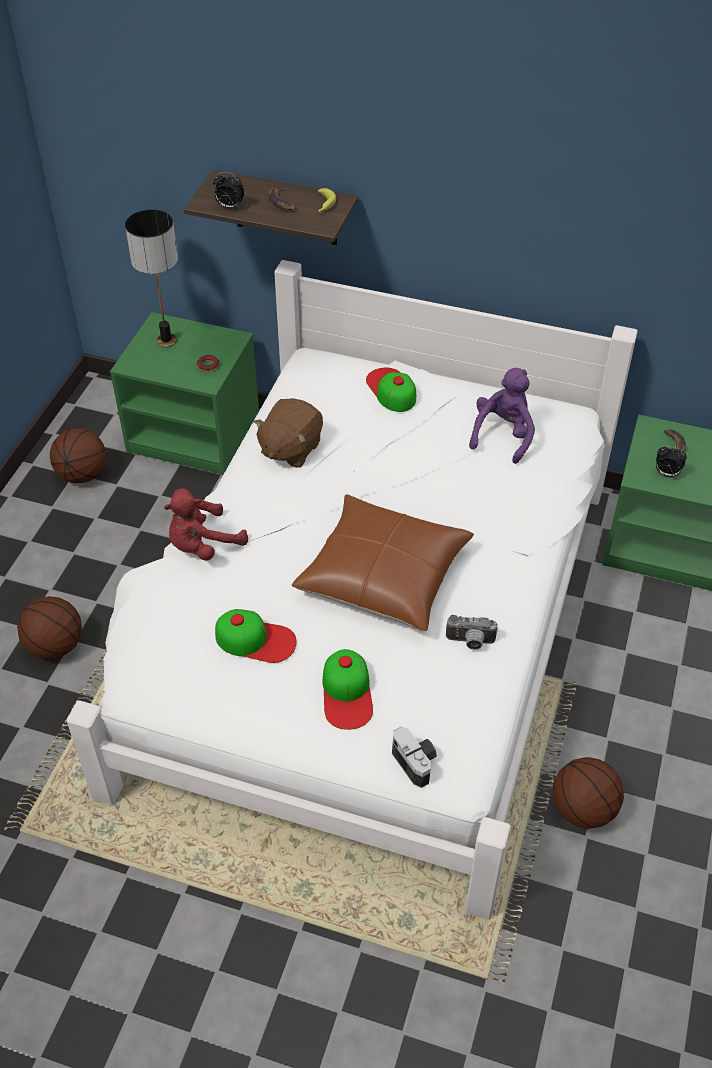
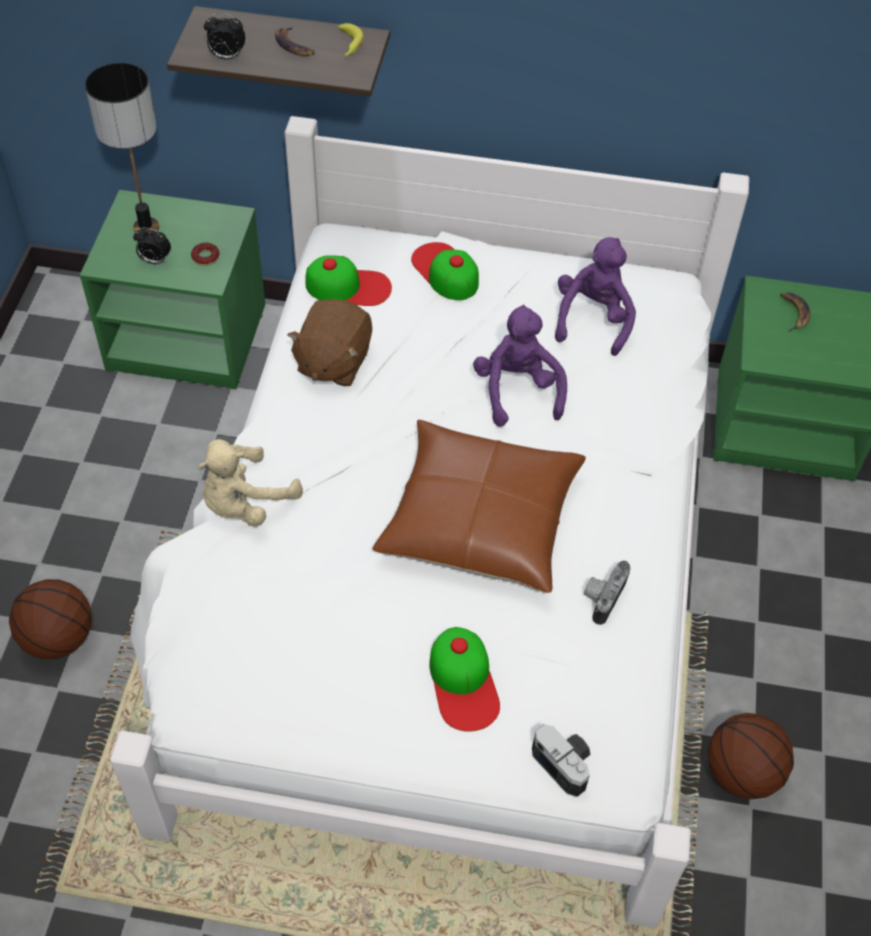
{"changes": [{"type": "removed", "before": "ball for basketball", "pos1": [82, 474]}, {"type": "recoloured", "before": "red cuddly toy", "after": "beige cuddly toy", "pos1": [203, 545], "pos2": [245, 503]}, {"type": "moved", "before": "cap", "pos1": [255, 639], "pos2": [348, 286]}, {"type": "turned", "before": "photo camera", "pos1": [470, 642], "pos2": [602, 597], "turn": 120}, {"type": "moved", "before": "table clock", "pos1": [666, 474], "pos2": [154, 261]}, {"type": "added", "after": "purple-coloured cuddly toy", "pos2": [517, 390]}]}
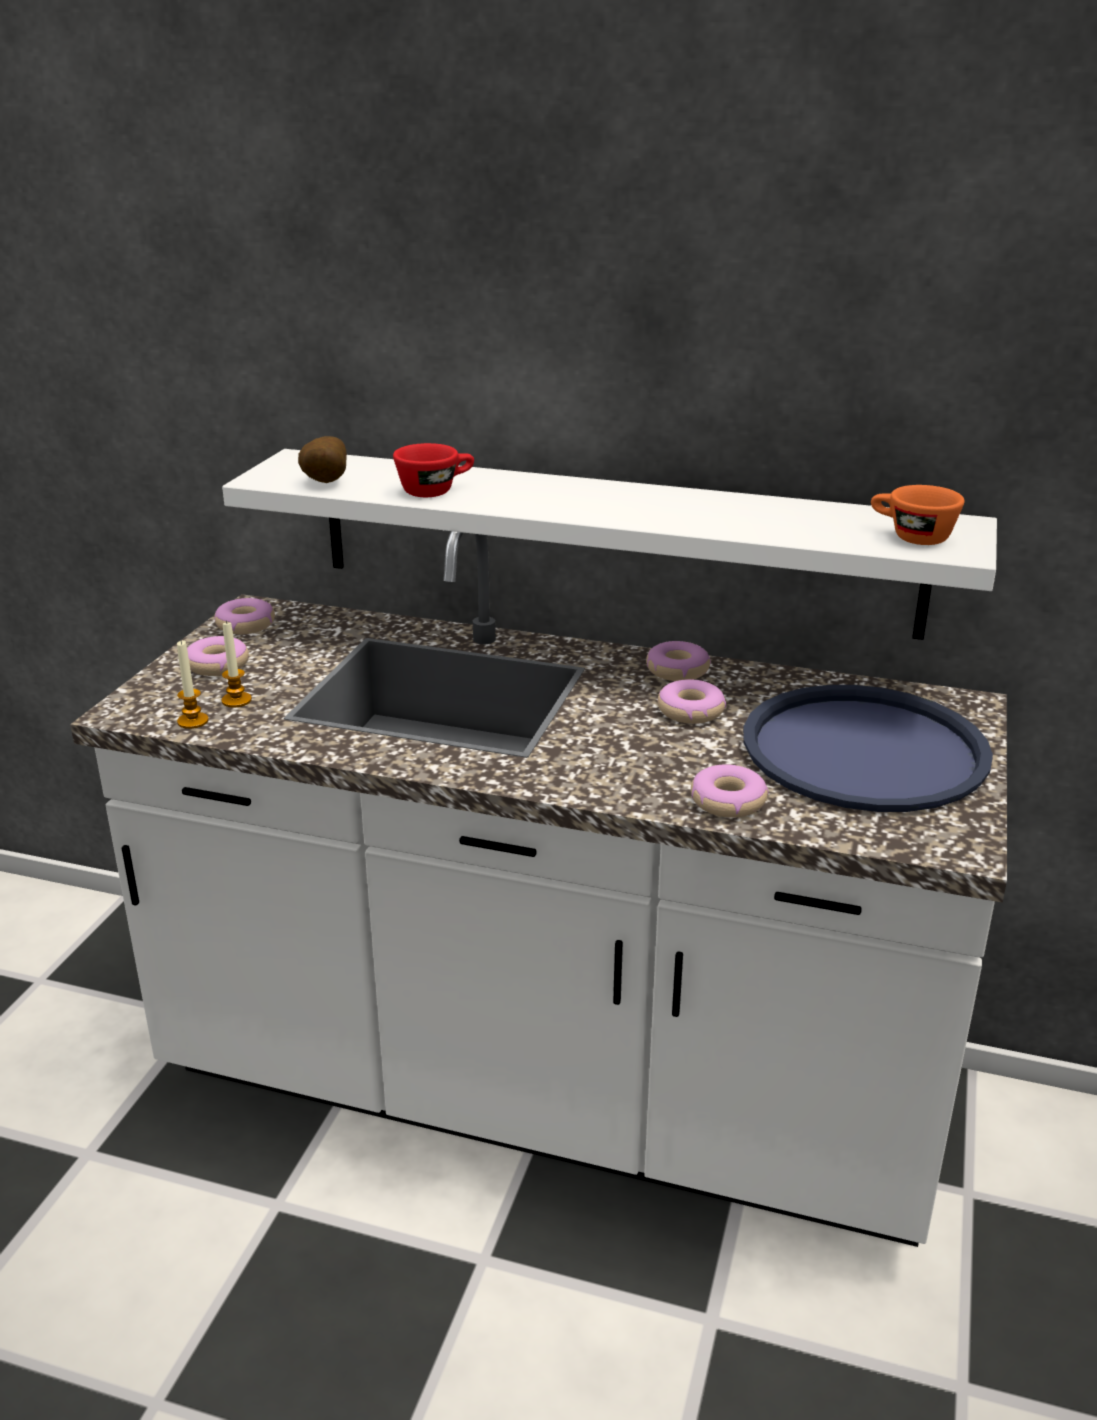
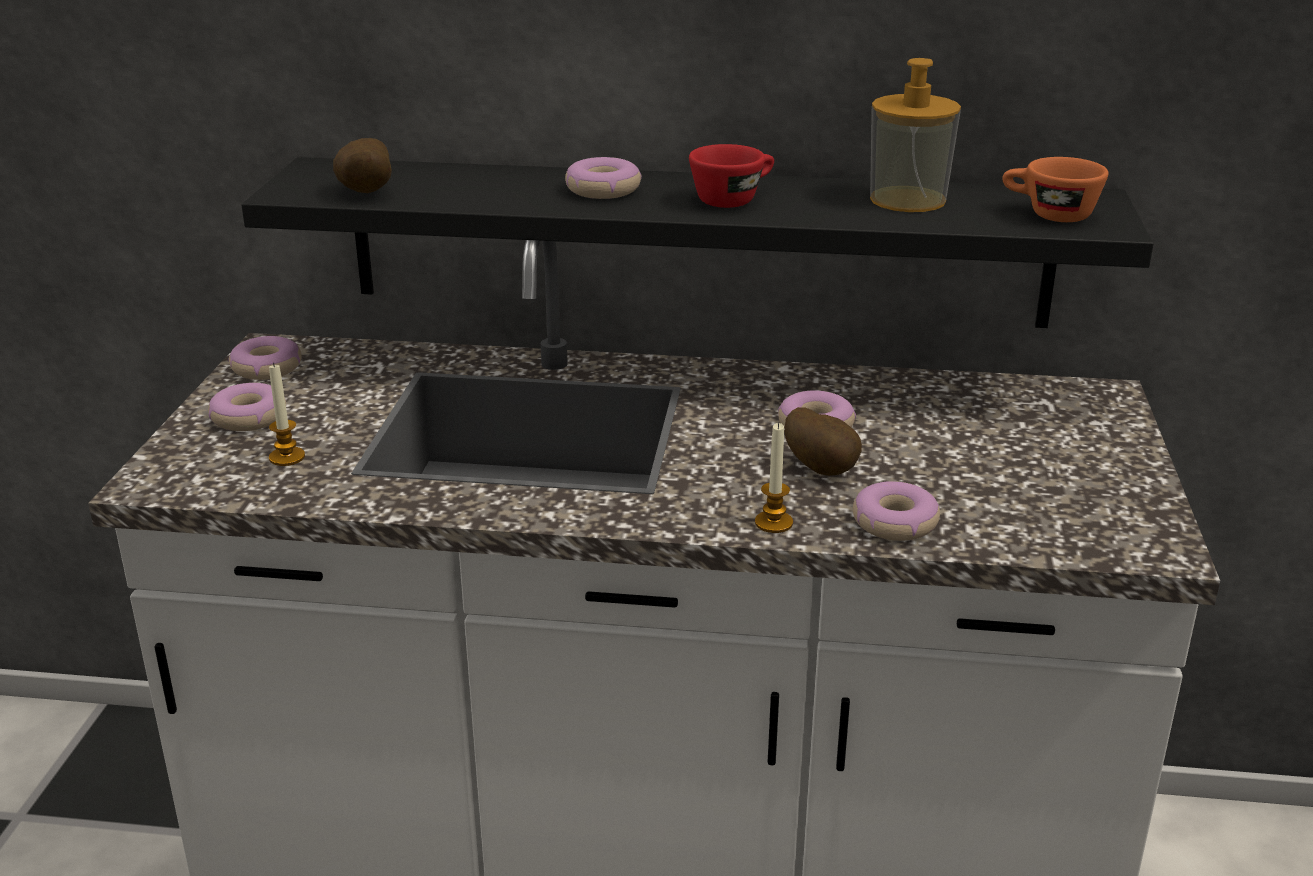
{"changes": [{"type": "moved", "before": "wax candle", "pos1": [193, 721], "pos2": [773, 523]}, {"type": "recoloured", "before": "white-coloured bracket shelf", "after": "black bracket shelf", "pos1": [612, 541], "pos2": [696, 242]}, {"type": "moved", "before": "red small cup", "pos1": [435, 490], "pos2": [733, 199]}, {"type": "moved", "before": "donut", "pos1": [677, 670], "pos2": [602, 190]}, {"type": "removed", "before": "blue-coloured serving tray", "pos1": [864, 750]}, {"type": "added", "after": "whole potato", "pos2": [823, 469]}, {"type": "added", "after": "soap dispenser", "pos2": [907, 199]}]}
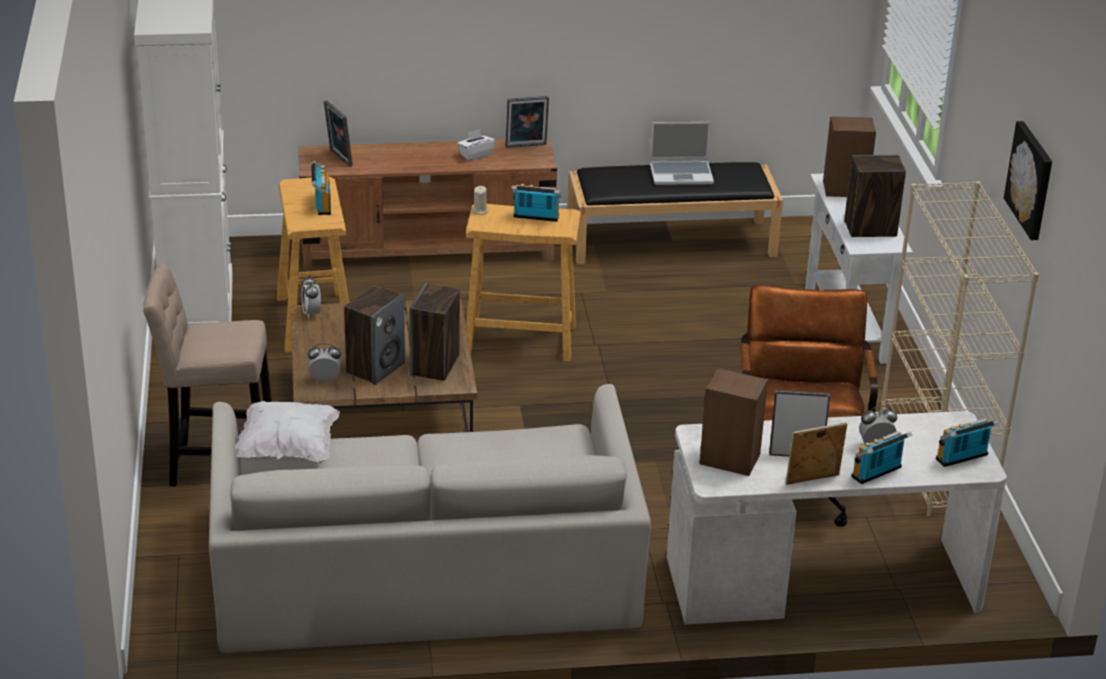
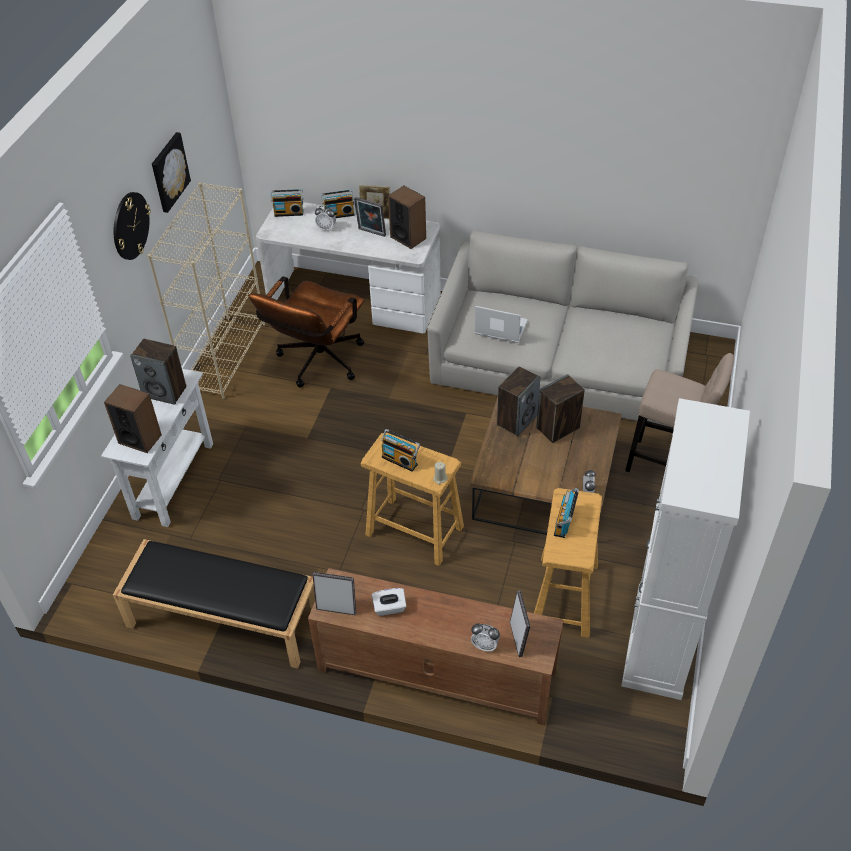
{"changes": [{"type": "removed", "before": "white-coloured cushion", "pos1": [288, 451]}, {"type": "moved", "before": "table clock", "pos1": [325, 380], "pos2": [485, 645]}, {"type": "moved", "before": "laptop", "pos1": [681, 174], "pos2": [500, 328]}, {"type": "added", "after": "clock on the wall", "pos2": [130, 226]}]}
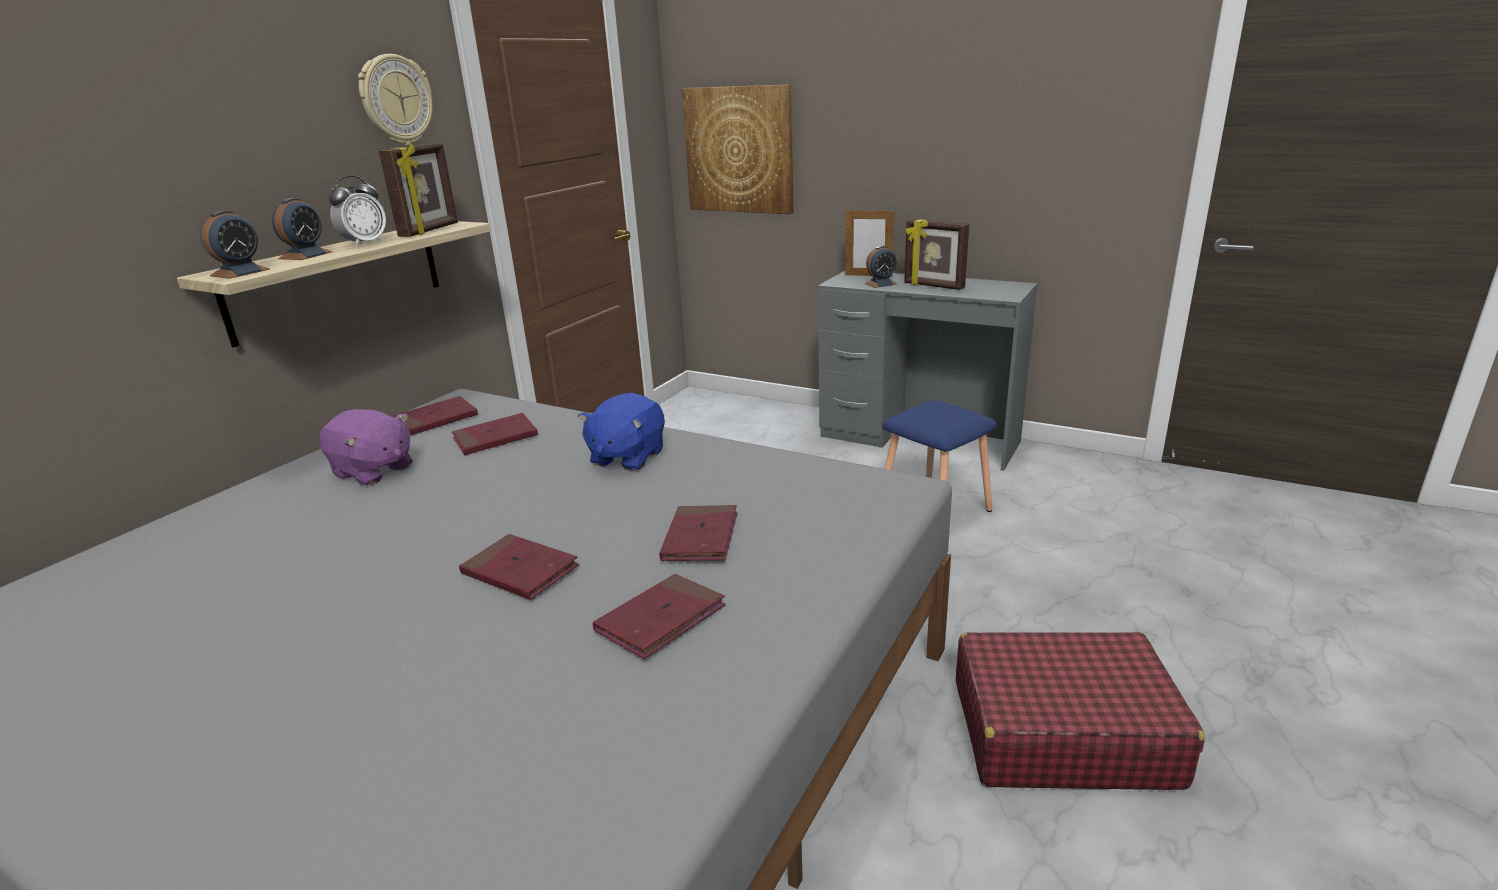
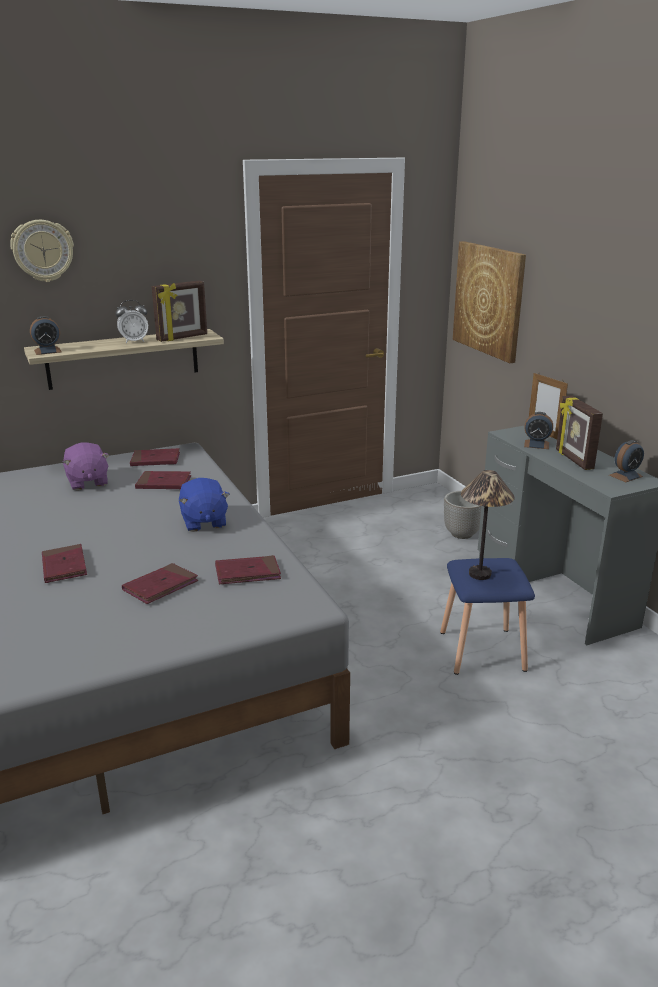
{"changes": [{"type": "moved", "before": "table clock", "pos1": [305, 255], "pos2": [625, 476]}, {"type": "moved", "before": "clock on the wall", "pos1": [396, 100], "pos2": [43, 251]}, {"type": "turned", "before": "blue-coloured cuddly toy", "pos1": [626, 457], "pos2": [203, 522], "turn": -75}, {"type": "moved", "before": "red book", "pos1": [661, 620], "pos2": [247, 573]}, {"type": "removed", "before": "red suitcase", "pos1": [1061, 732]}, {"type": "added", "after": "planter", "pos2": [462, 534]}, {"type": "added", "after": "lamp for a table", "pos2": [480, 574]}]}
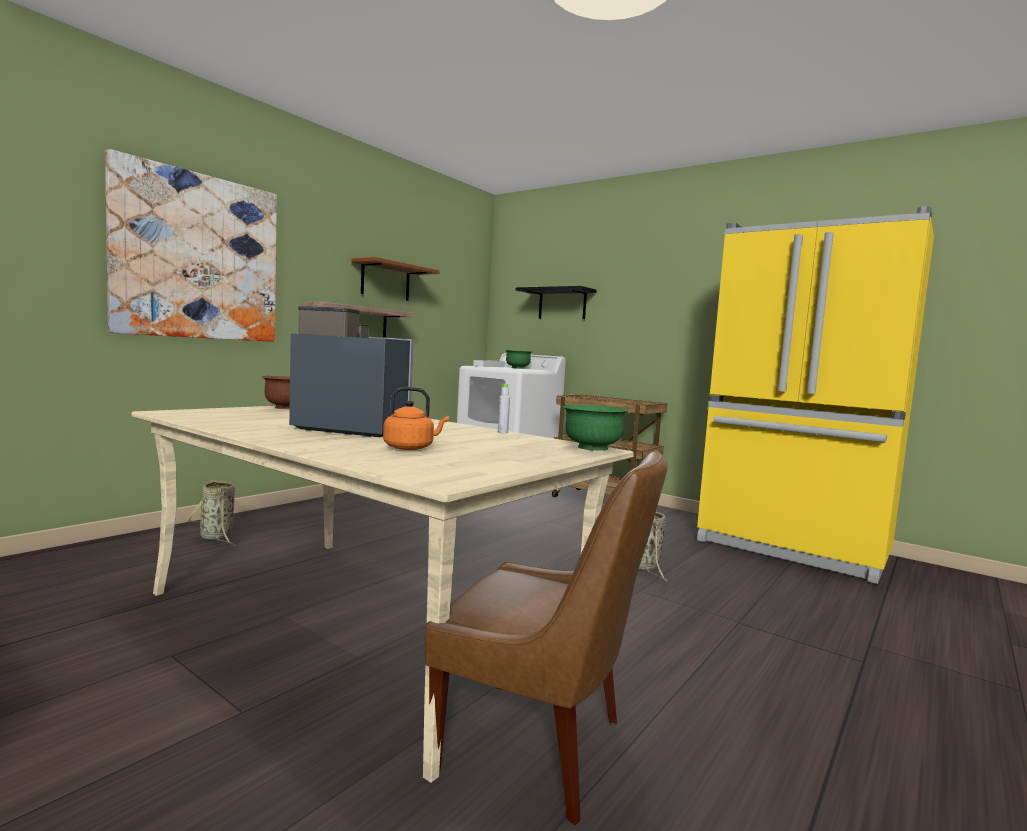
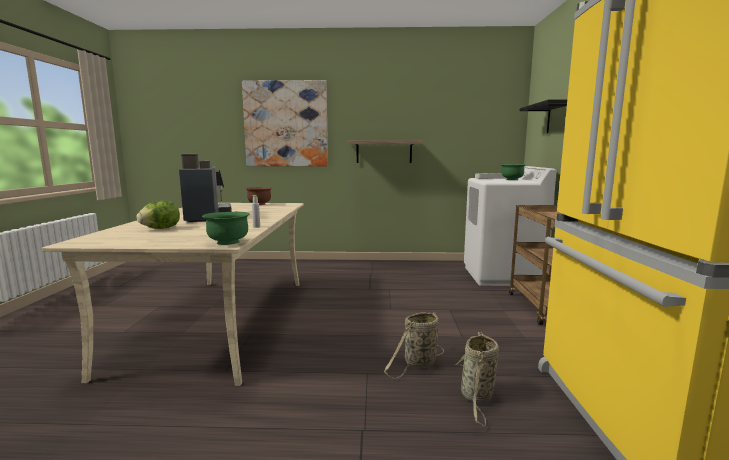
{"changes": [{"type": "moved", "before": "household basket", "pos1": [217, 537], "pos2": [477, 396]}, {"type": "removed", "before": "brown bracket shelf", "pos1": [385, 281]}, {"type": "replaced", "before": "orangey water kettle", "after": "head of lettuce", "pos1": [411, 448], "pos2": [161, 228]}, {"type": "removed", "before": "brown plain chair", "pos1": [538, 747]}]}
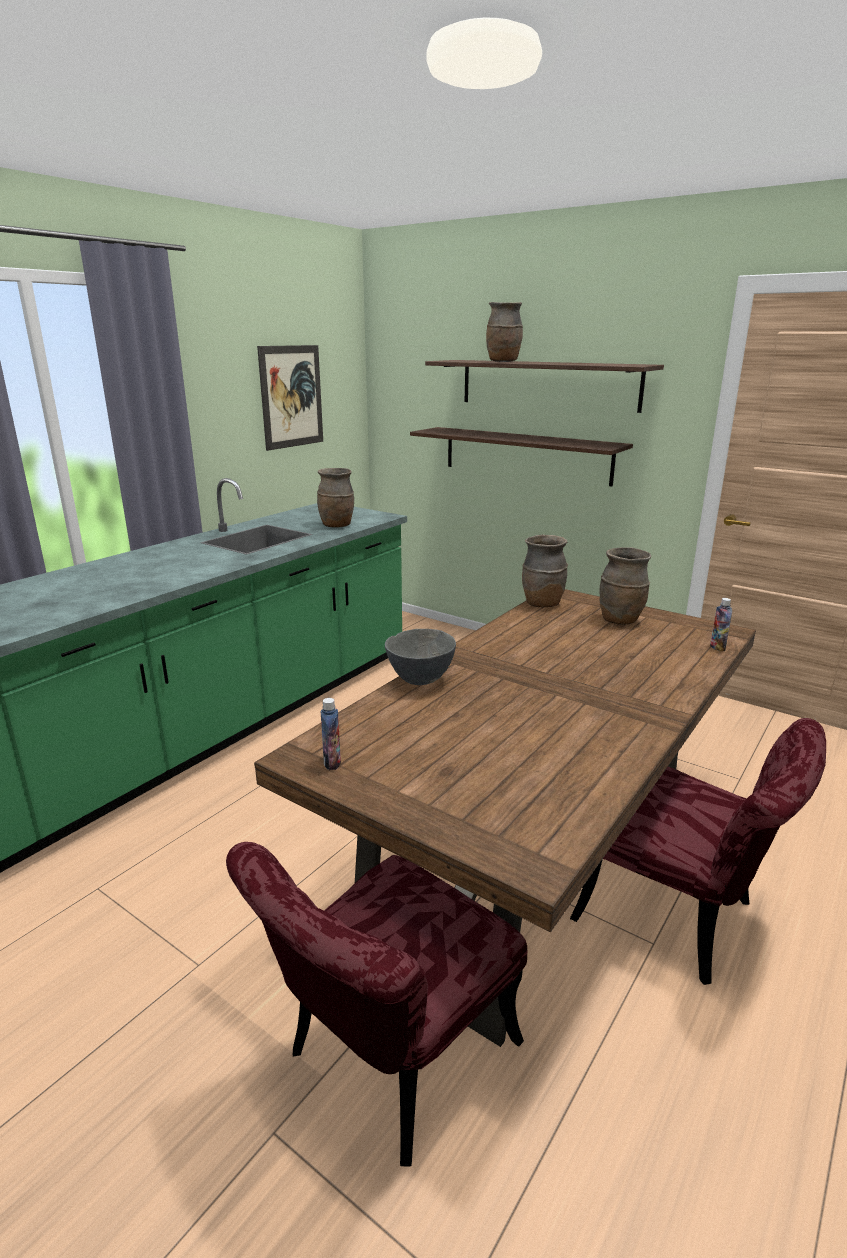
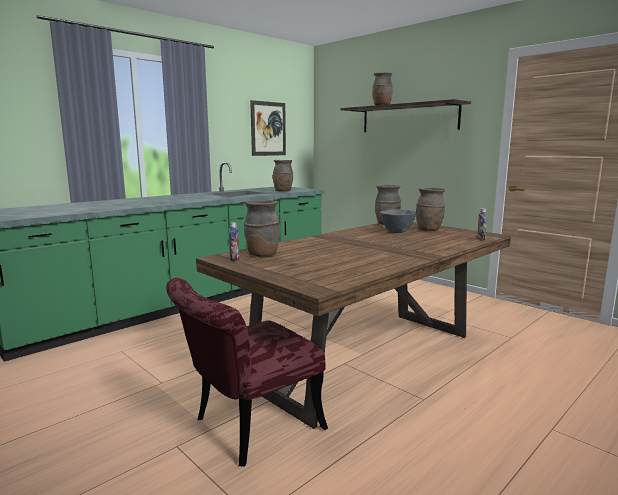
{"changes": [{"type": "moved", "before": "grey serving bowl", "pos1": [420, 680], "pos2": [396, 232]}, {"type": "removed", "before": "bracket shelf", "pos1": [526, 455]}, {"type": "removed", "before": "red plain chair", "pos1": [681, 918]}, {"type": "added", "after": "brown decorative vase", "pos2": [262, 255]}]}
